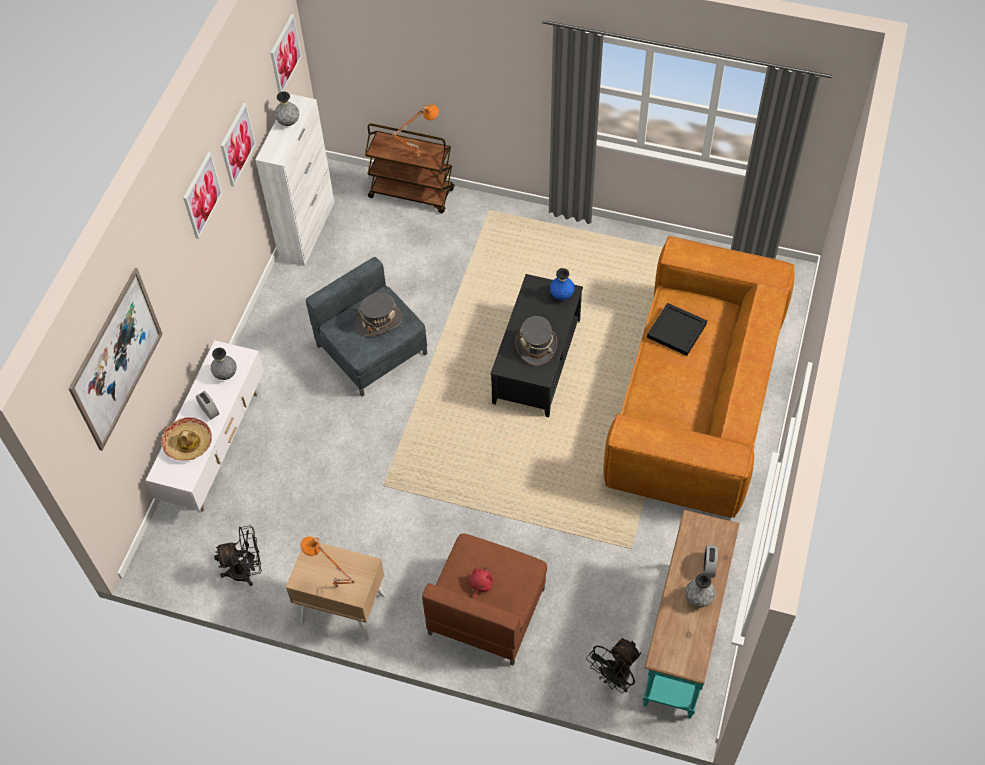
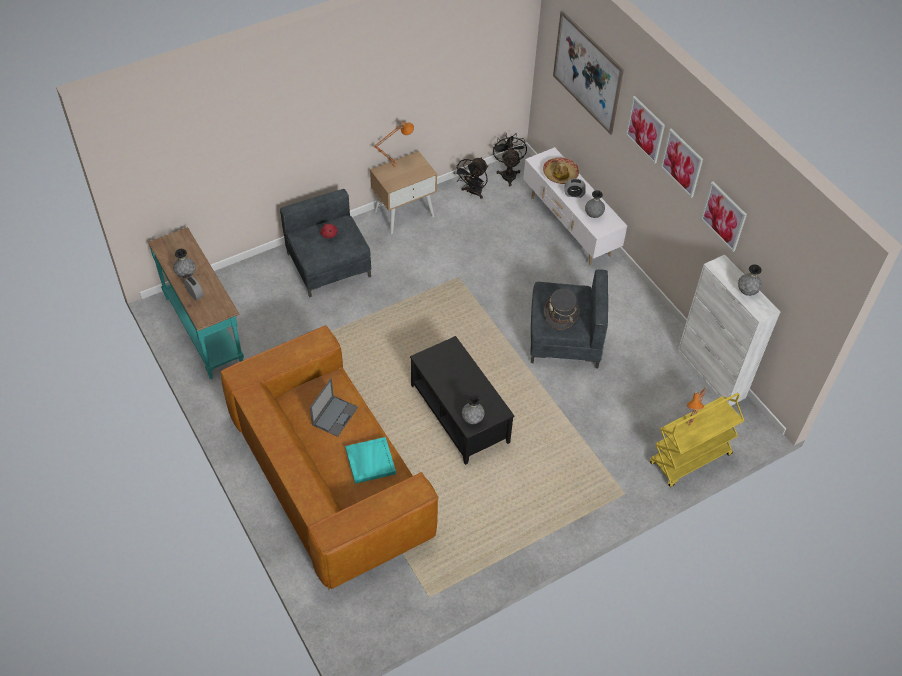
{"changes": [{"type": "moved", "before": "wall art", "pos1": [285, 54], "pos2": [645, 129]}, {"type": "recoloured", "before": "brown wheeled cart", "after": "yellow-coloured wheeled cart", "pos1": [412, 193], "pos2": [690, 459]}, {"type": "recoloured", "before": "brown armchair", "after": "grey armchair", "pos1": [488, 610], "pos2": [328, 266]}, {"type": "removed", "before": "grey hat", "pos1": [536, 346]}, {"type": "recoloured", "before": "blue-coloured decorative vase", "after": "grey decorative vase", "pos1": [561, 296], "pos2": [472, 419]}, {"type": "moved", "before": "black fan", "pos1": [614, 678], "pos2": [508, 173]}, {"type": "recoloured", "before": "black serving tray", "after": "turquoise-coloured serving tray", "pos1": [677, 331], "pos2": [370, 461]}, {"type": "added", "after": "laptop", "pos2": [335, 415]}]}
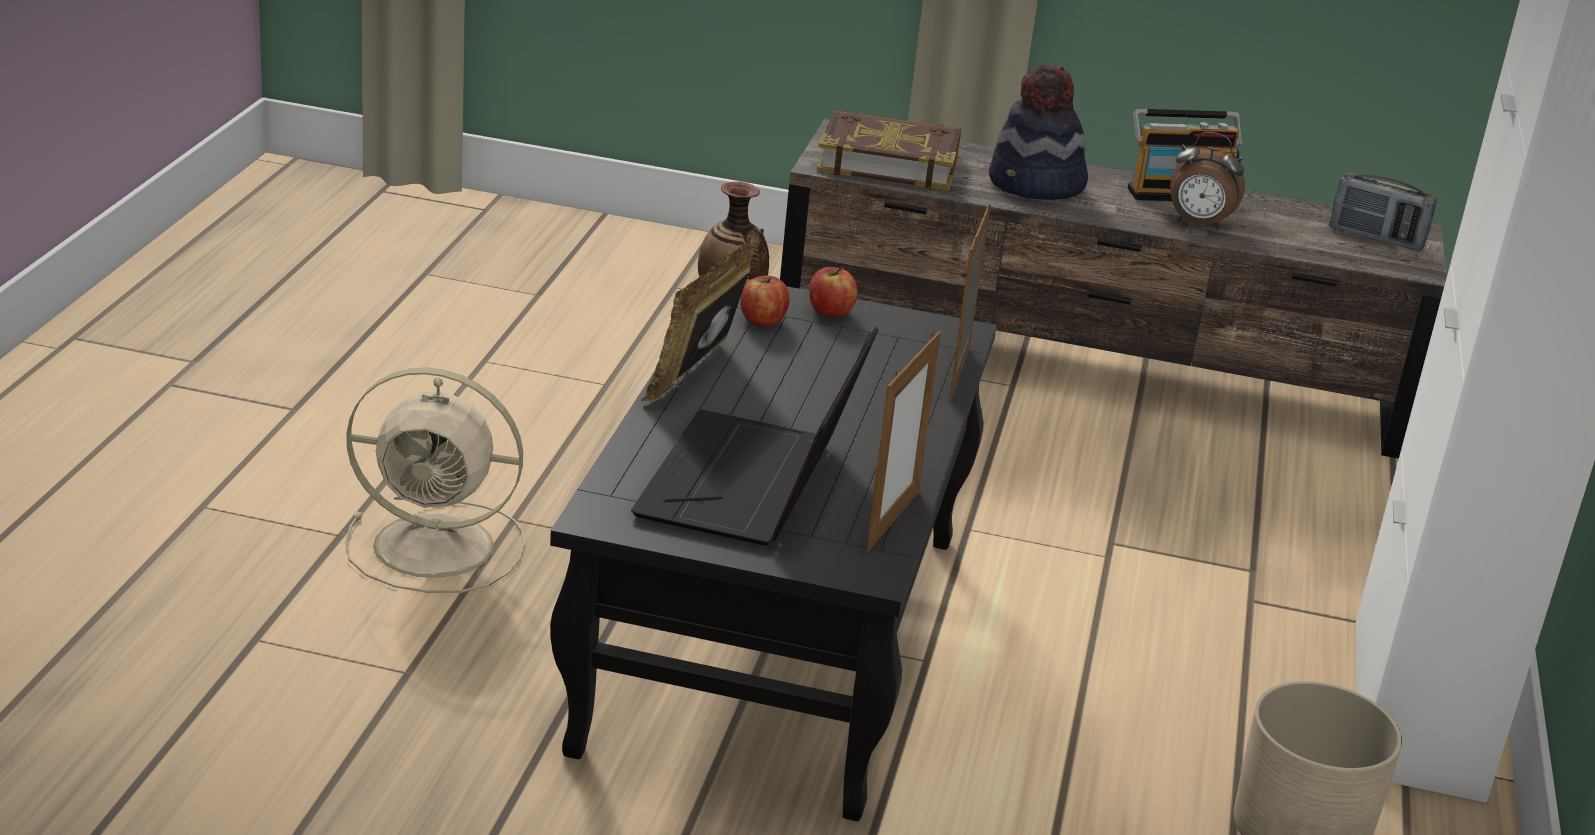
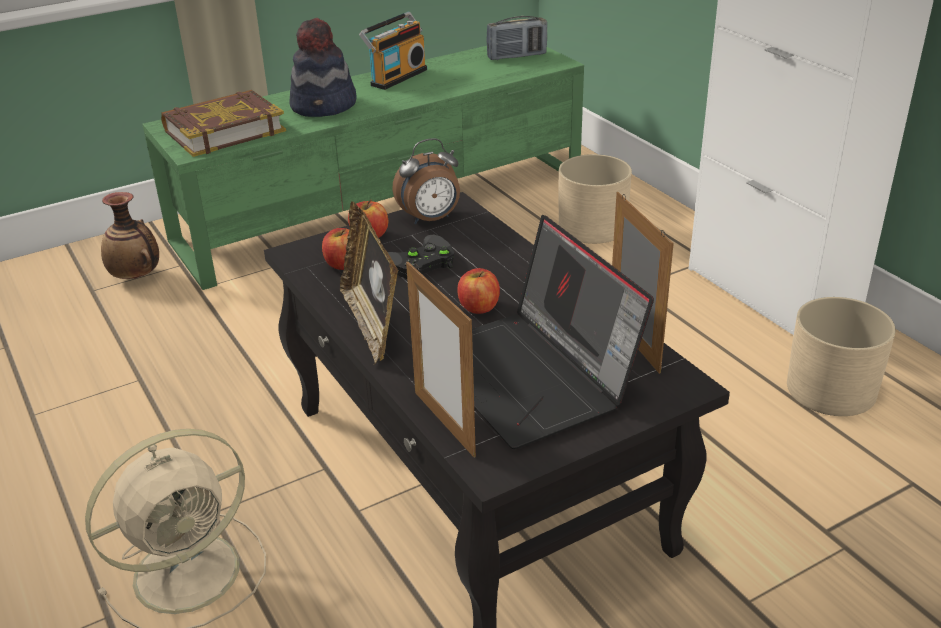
{"changes": [{"type": "recoloured", "before": "brown tv stand", "after": "green tv stand", "pos1": [1092, 365], "pos2": [385, 207]}, {"type": "moved", "before": "photo frame", "pos1": [959, 373], "pos2": [444, 423]}, {"type": "moved", "before": "table clock", "pos1": [1198, 224], "pos2": [430, 219]}, {"type": "added", "after": "black gamepad", "pos2": [418, 264]}, {"type": "added", "after": "apple fruit", "pos2": [479, 307]}, {"type": "added", "after": "beige planter", "pos2": [593, 227]}]}
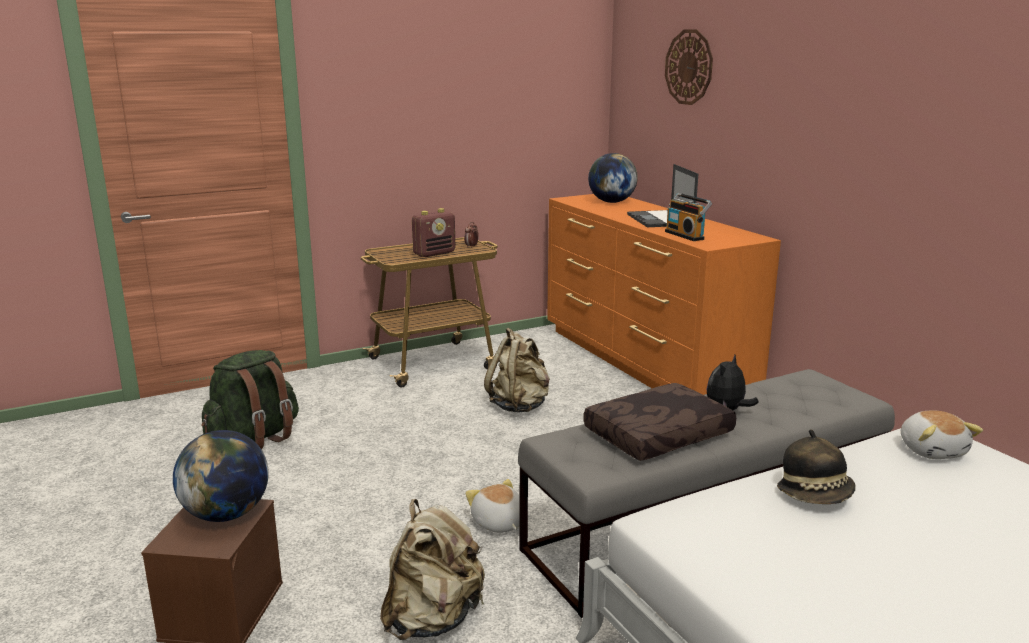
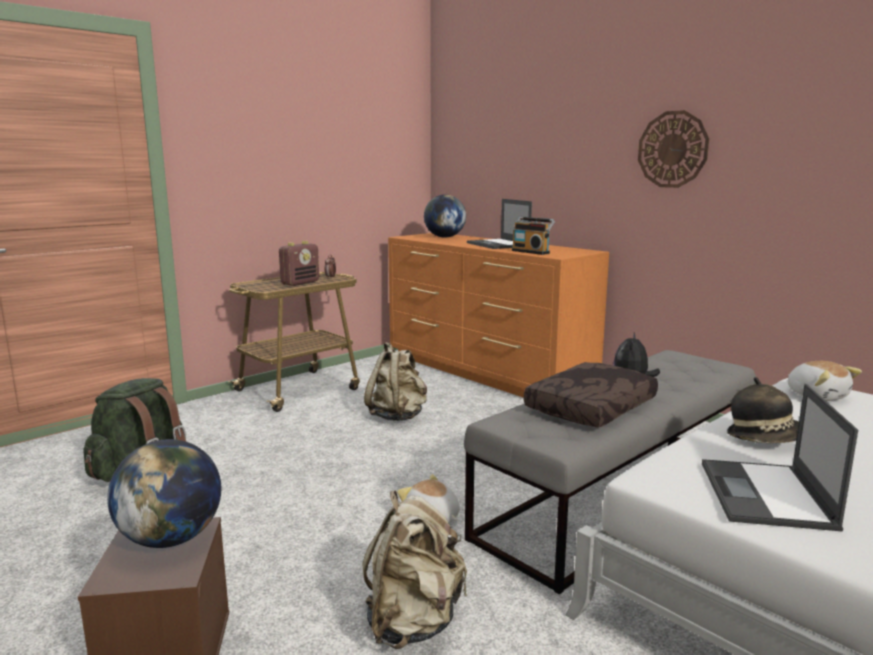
{"changes": [{"type": "moved", "before": "clock on the wall", "pos1": [689, 67], "pos2": [672, 149]}, {"type": "added", "after": "laptop", "pos2": [766, 495]}]}
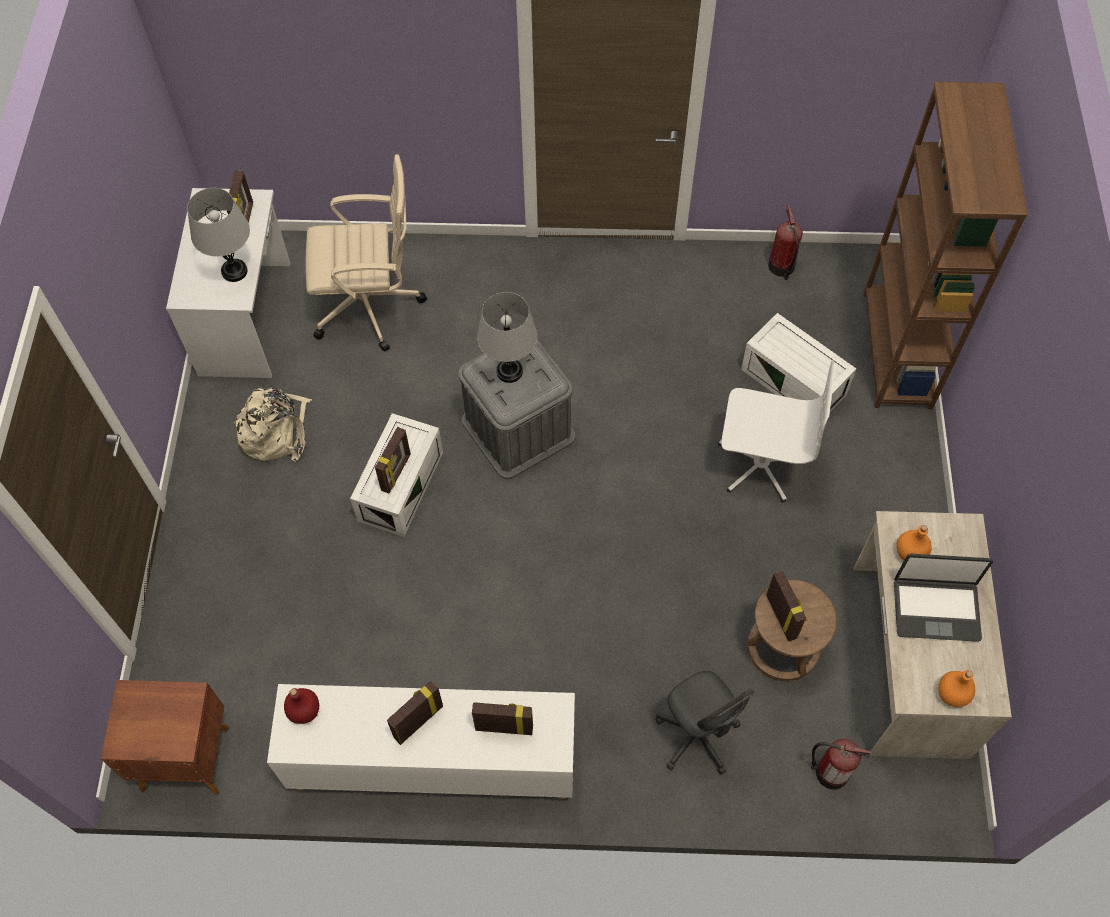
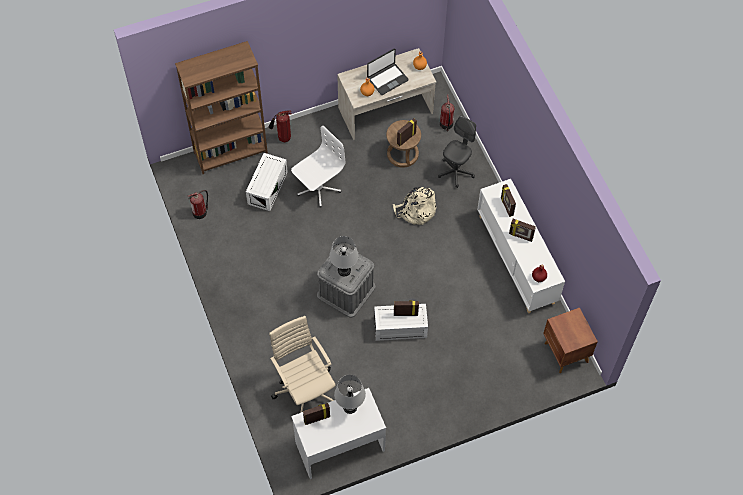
{"changes": [{"type": "moved", "before": "beige backpack", "pos1": [276, 431], "pos2": [415, 211]}, {"type": "turned", "before": "white-coloured desk chair", "pos1": [760, 463], "pos2": [318, 188], "turn": 60}, {"type": "turned", "before": "laptop", "pos1": [936, 609], "pos2": [387, 79], "turn": 75}, {"type": "added", "after": "fire extinguisher", "pos2": [282, 139]}]}
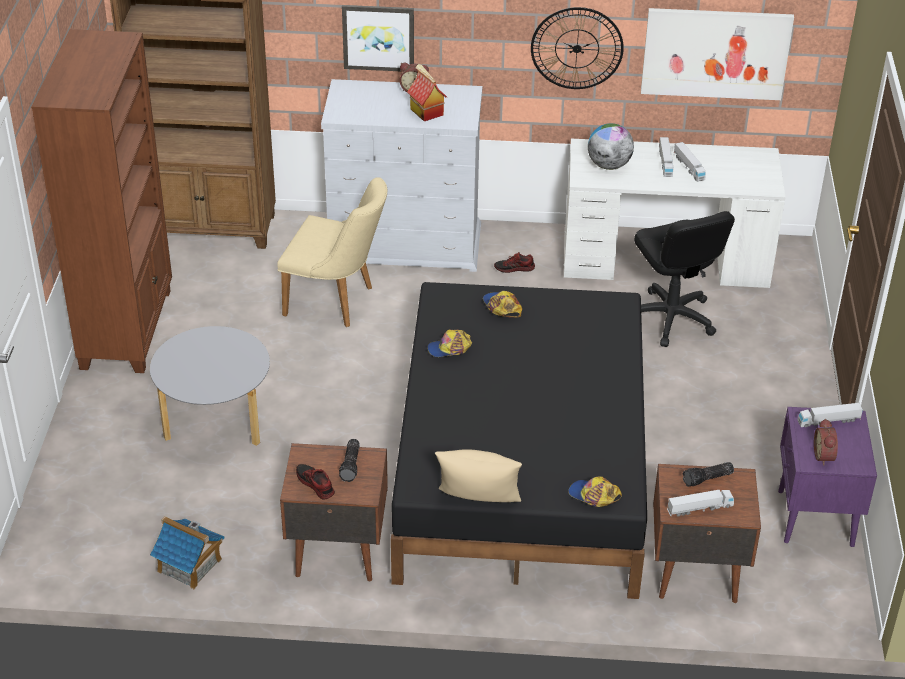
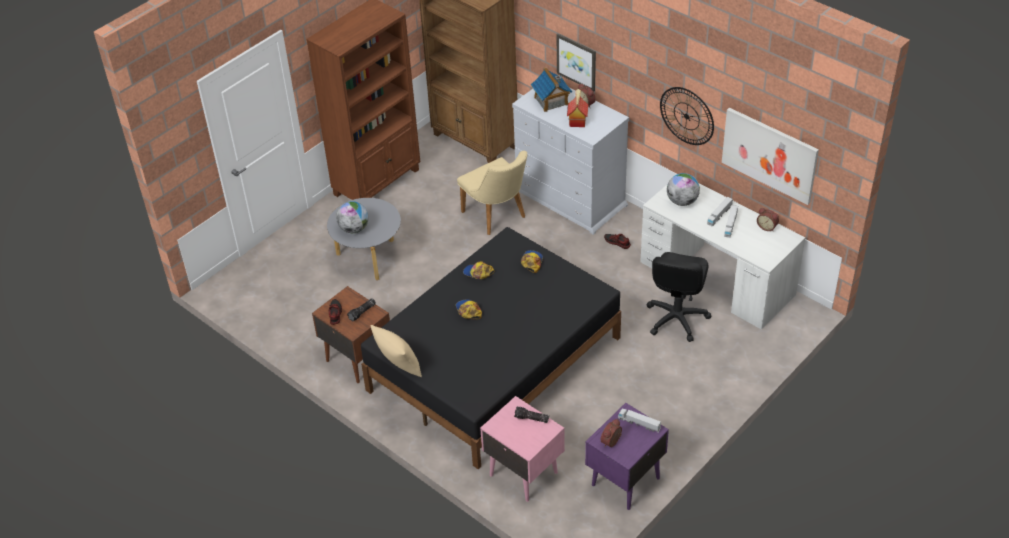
{"changes": [{"type": "moved", "before": "miniature house", "pos1": [190, 565], "pos2": [551, 101]}, {"type": "moved", "before": "cap", "pos1": [593, 496], "pos2": [468, 311]}, {"type": "recoloured", "before": "brown night table", "after": "pink night table", "pos1": [695, 573], "pos2": [523, 472]}, {"type": "removed", "before": "toy lorry", "pos1": [700, 508]}, {"type": "added", "after": "desk globe", "pos2": [354, 229]}, {"type": "added", "after": "table clock", "pos2": [767, 227]}]}
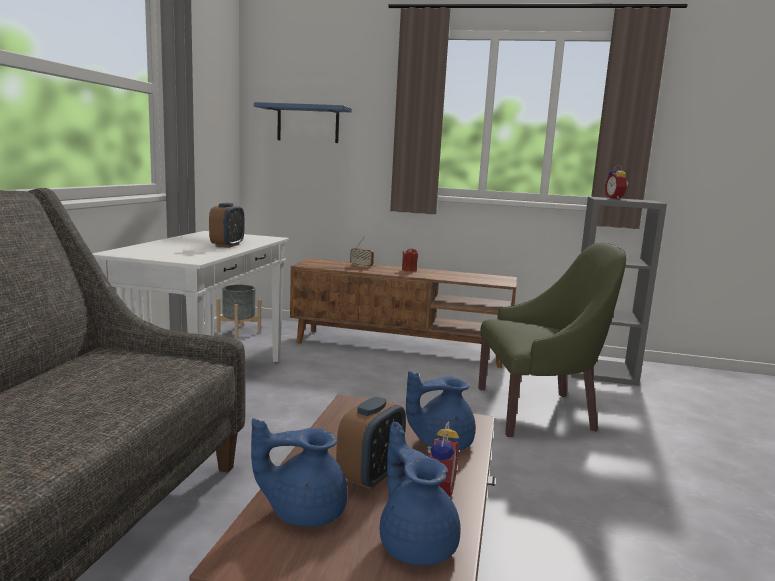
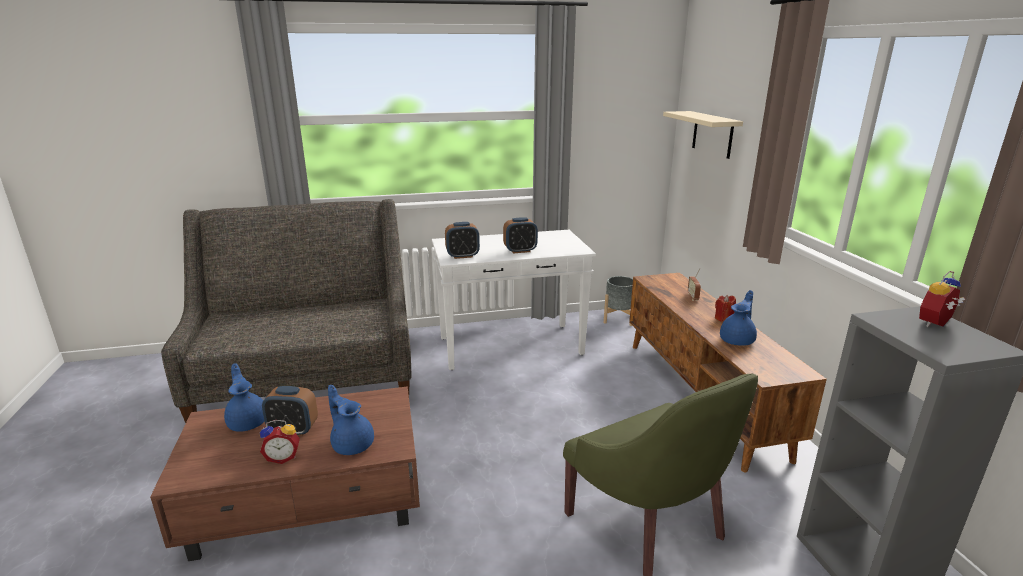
{"changes": [{"type": "recoloured", "before": "blue-coloured bracket shelf", "after": "beige bracket shelf", "pos1": [308, 124], "pos2": [712, 134]}, {"type": "moved", "before": "blue-coloured teapot", "pos1": [416, 543], "pos2": [738, 340]}, {"type": "added", "after": "table clock", "pos2": [462, 256]}]}
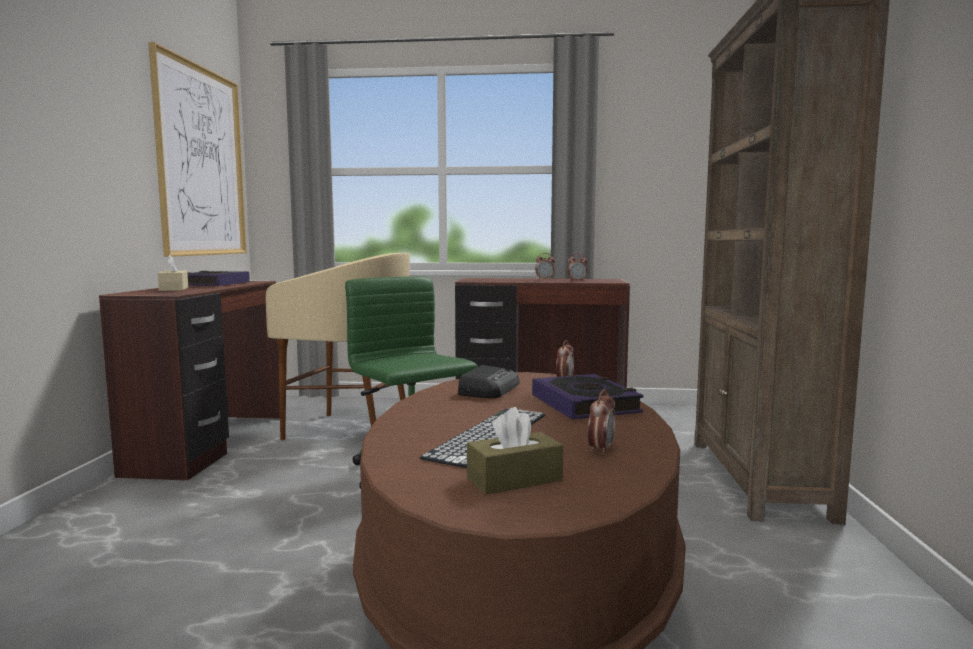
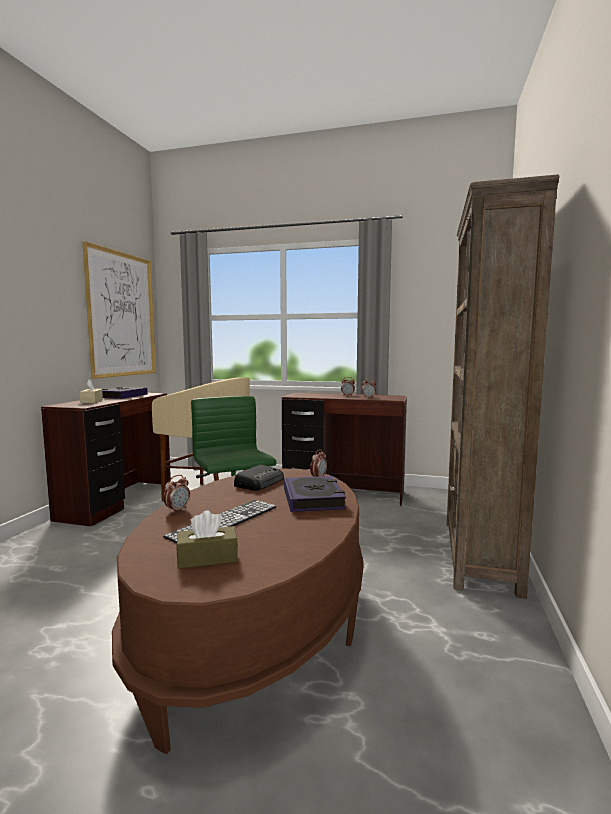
{"changes": [{"type": "moved", "before": "table clock", "pos1": [601, 449], "pos2": [177, 510]}]}
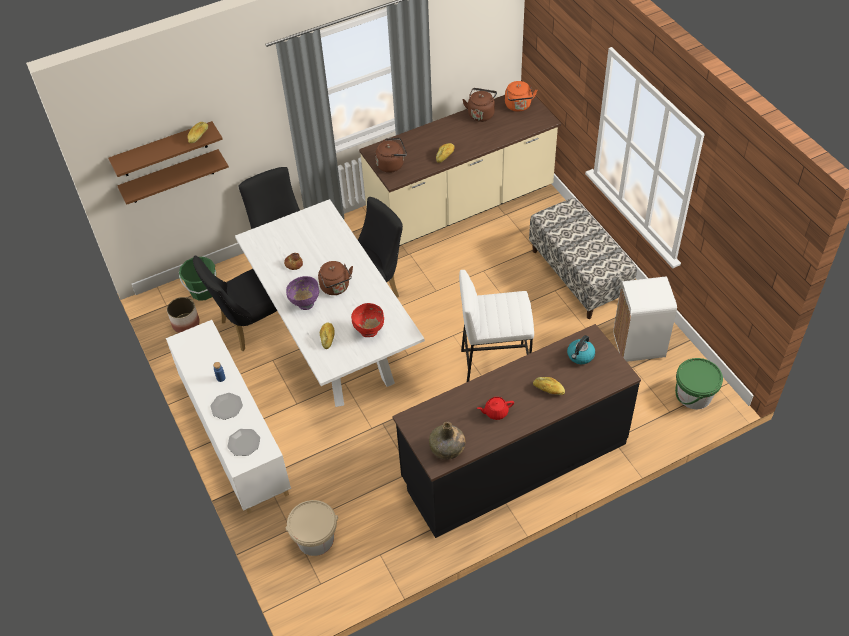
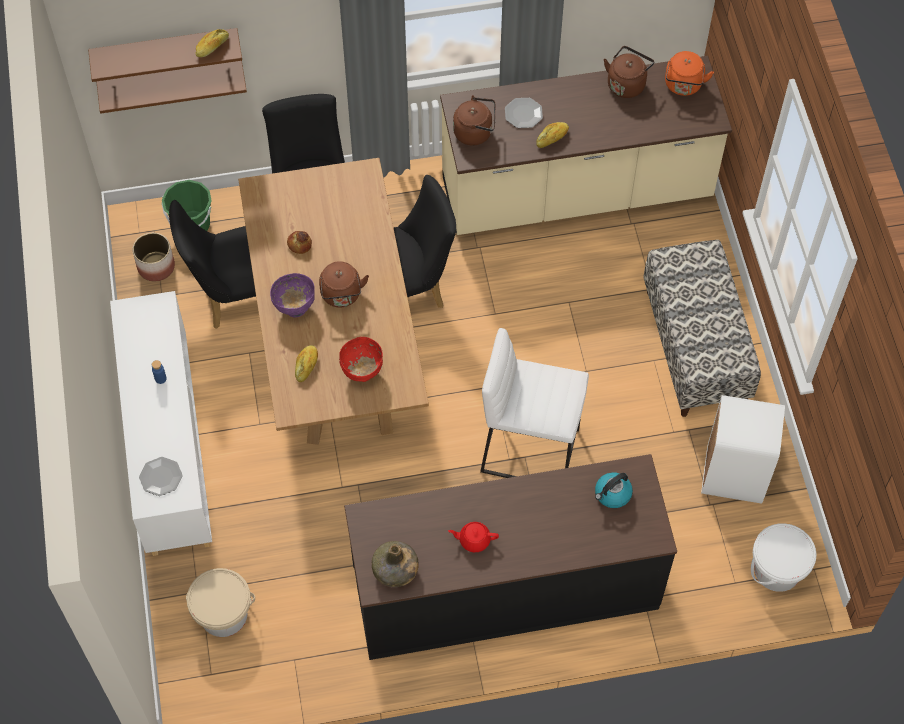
{"changes": [{"type": "moved", "before": "plate", "pos1": [226, 406], "pos2": [523, 113]}, {"type": "recoloured", "before": "white-coloured dining table", "after": "brown dining table", "pos1": [335, 340], "pos2": [338, 348]}, {"type": "removed", "before": "bakery bread", "pos1": [548, 389]}, {"type": "recoloured", "before": "green bucket", "after": "white-coloured bucket", "pos1": [694, 395], "pos2": [777, 570]}]}
